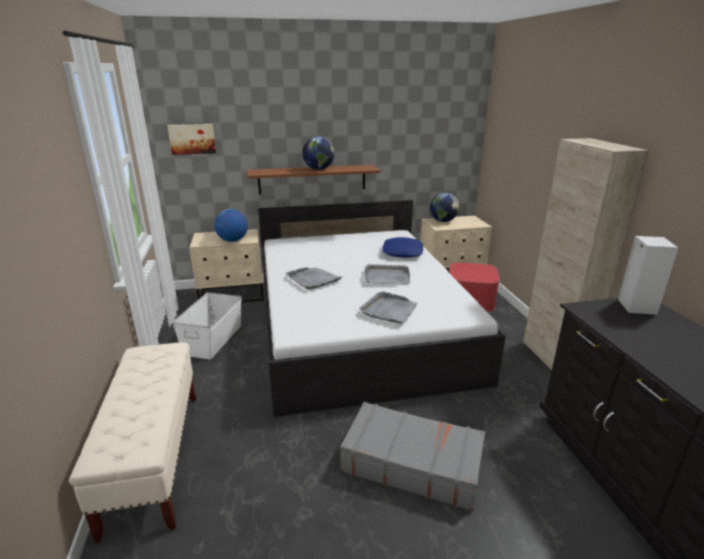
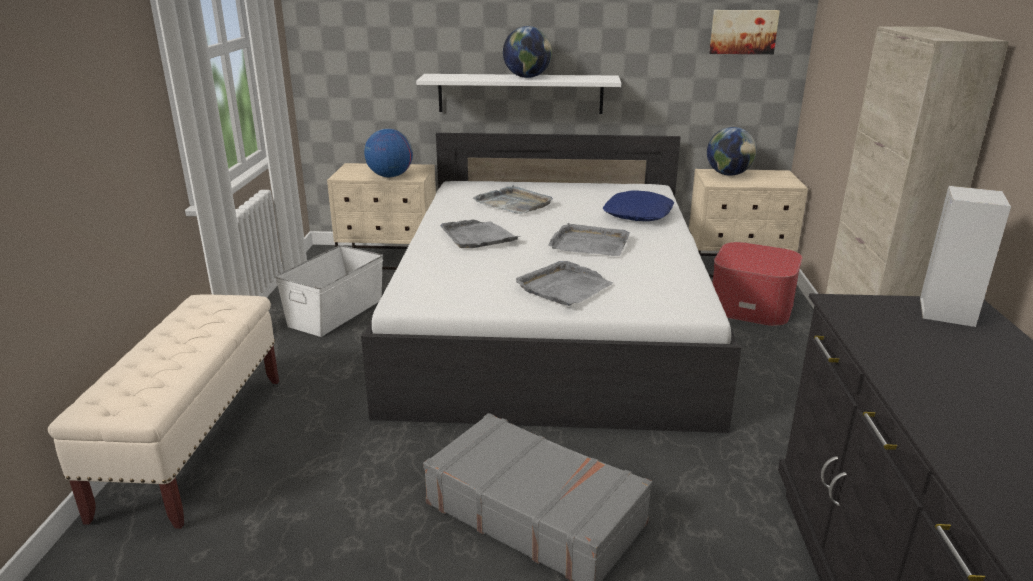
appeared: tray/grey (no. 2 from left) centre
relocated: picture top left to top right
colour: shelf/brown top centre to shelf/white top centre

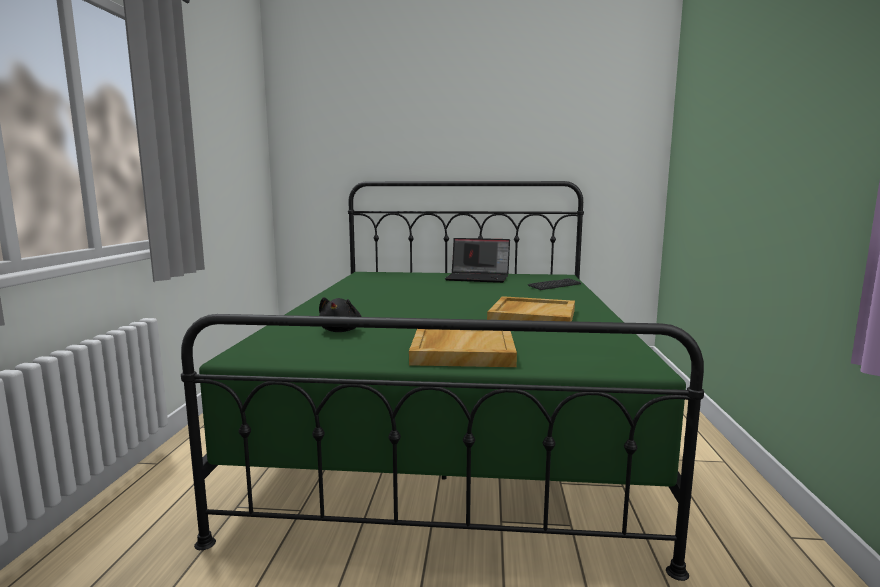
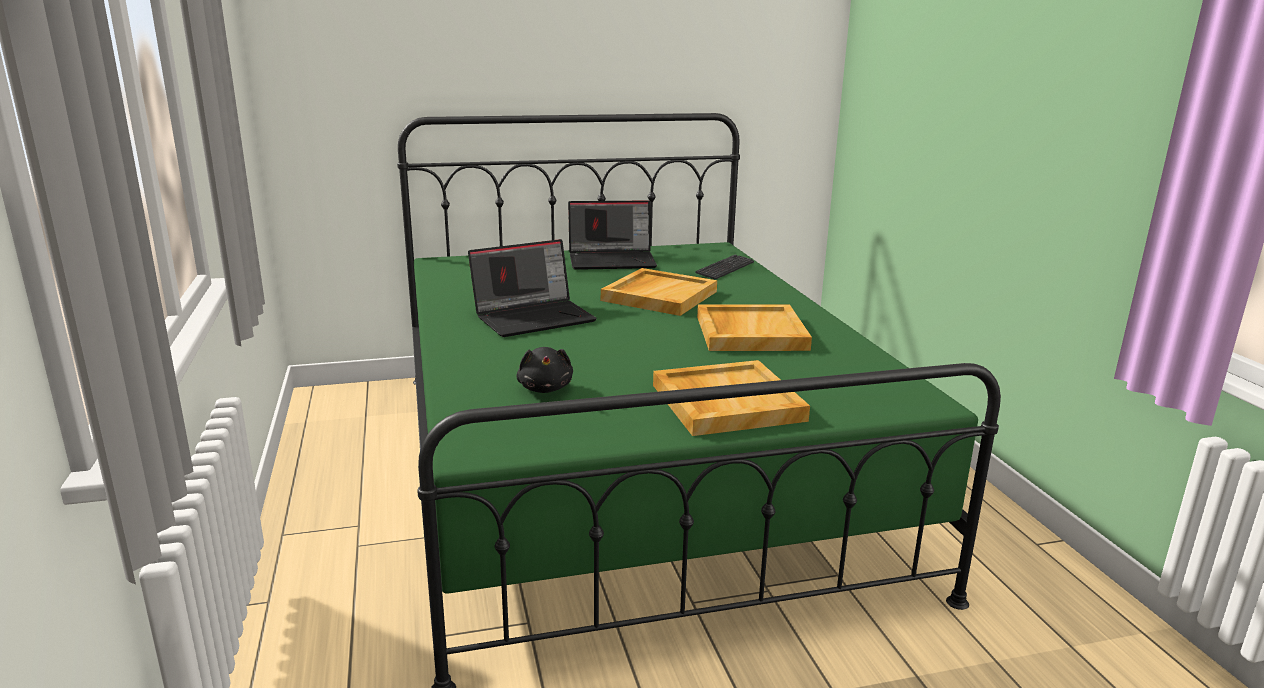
appeared: laptop (no. 1 from left) centre; tray/beige (no. 1 from left) centre

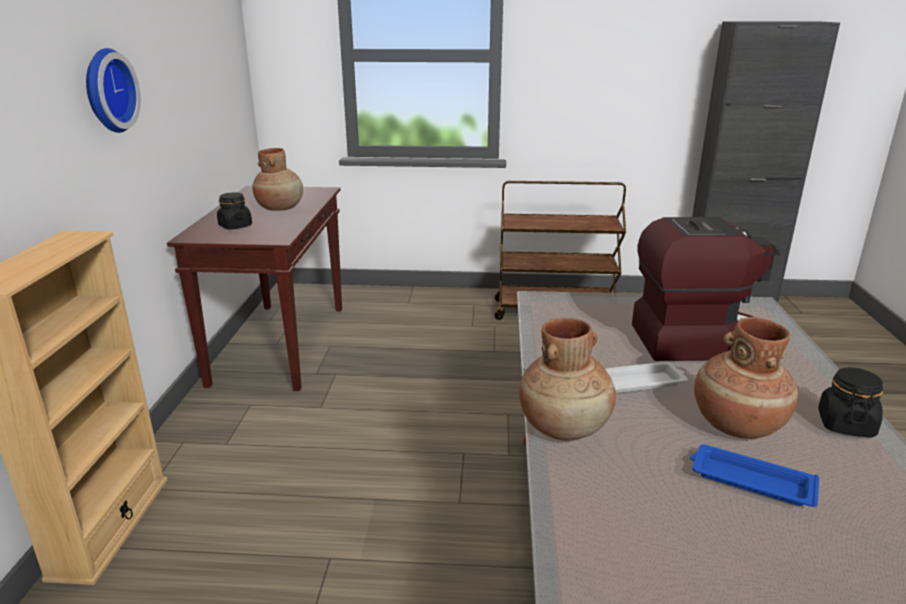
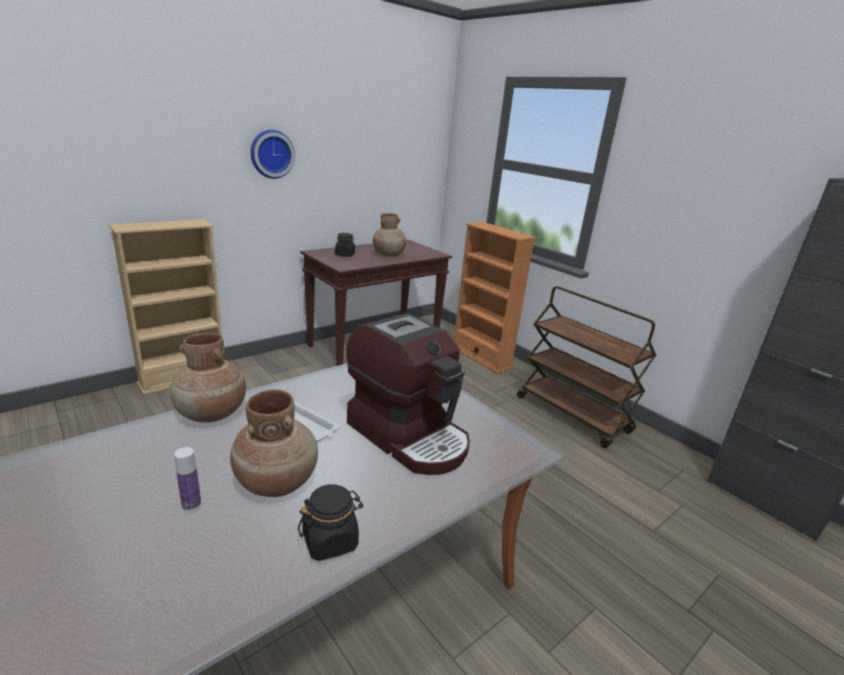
appeared: bookcase/orange centre
exchanged: tray/blue bottom right to bottle bottom left

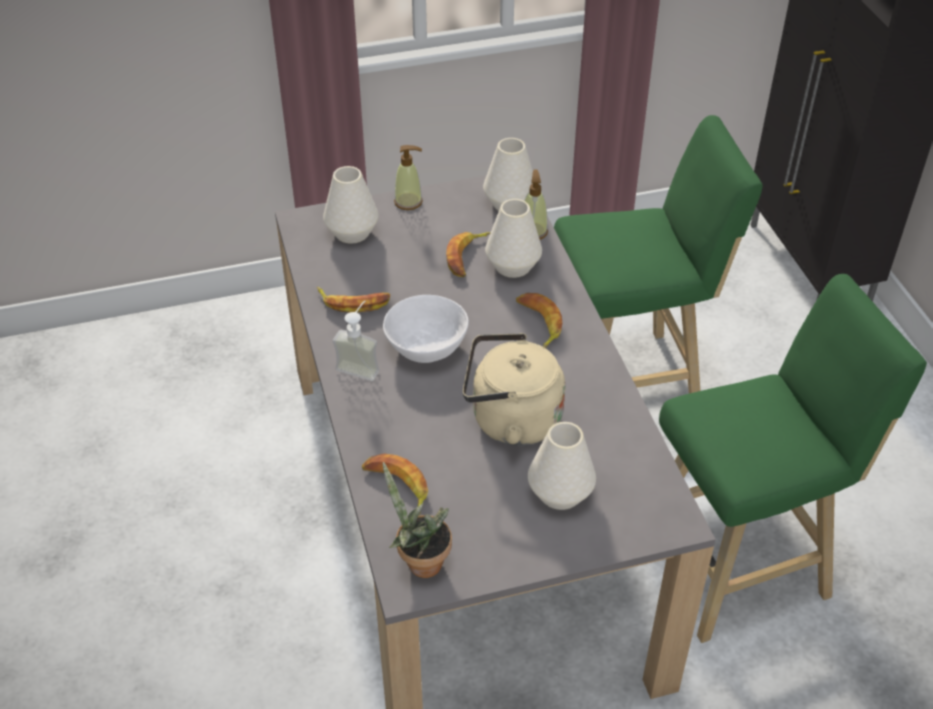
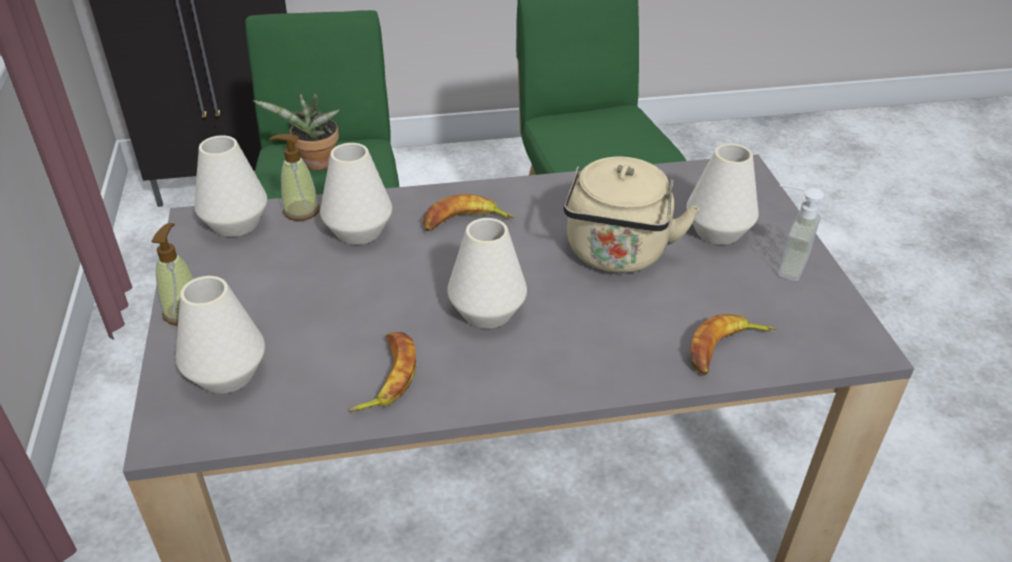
missing: banana (no. 3 from left) centre
relocated: soap dispenser (no. 1 from left in the first image) centre to soap dispenser (no. 3 from left) middle right; potted plant bottom centre to top left
exchanged: bowl/white centre to vase/white (no. 4 from left) centre

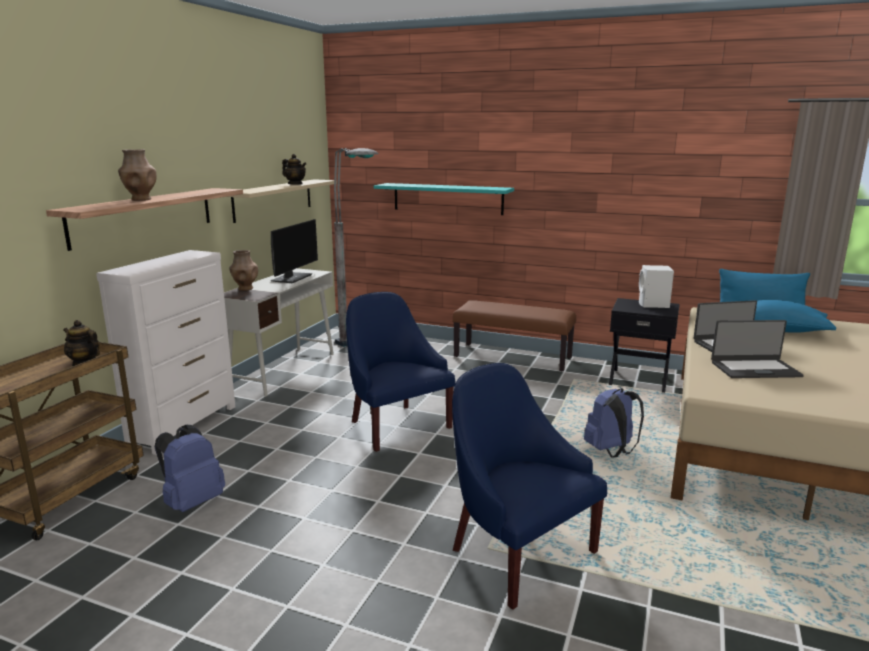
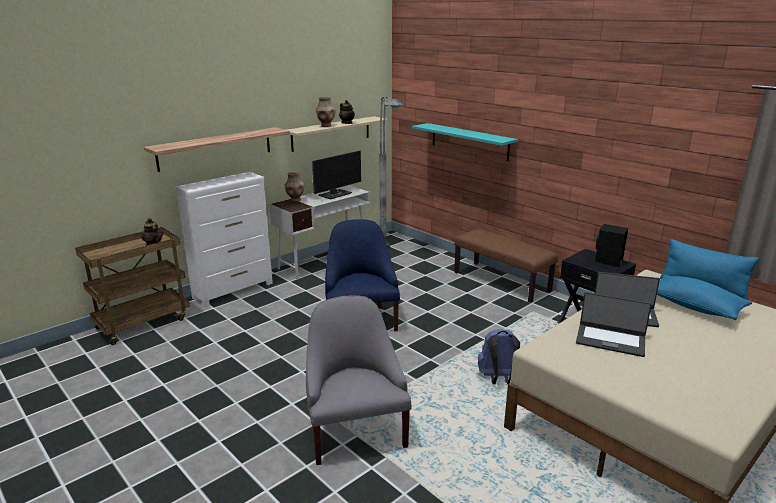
missing: backpack/blue (no. 1 from left) bottom left
relocated: vase/brown (no. 1 from left in the first image) top left to vase/brown (no. 2 from left) top centre
colour: speaker/white middle right to speaker/black middle right; armchair/blue (no. 2 from left) bottom centre to armchair/grey bottom centre

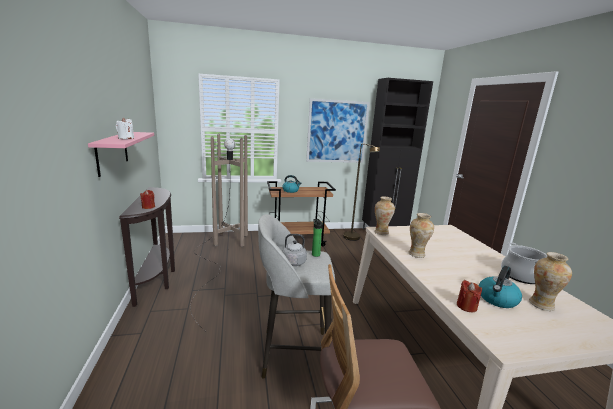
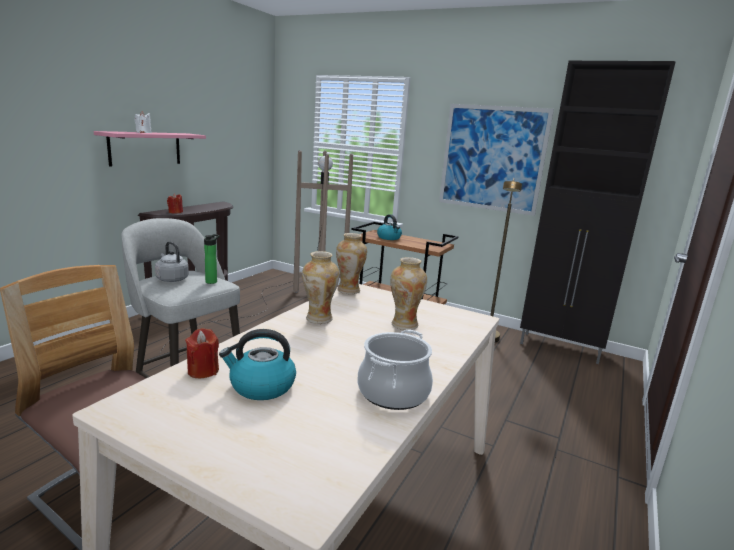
relocated: vase (no. 3 from left) bottom right to centre

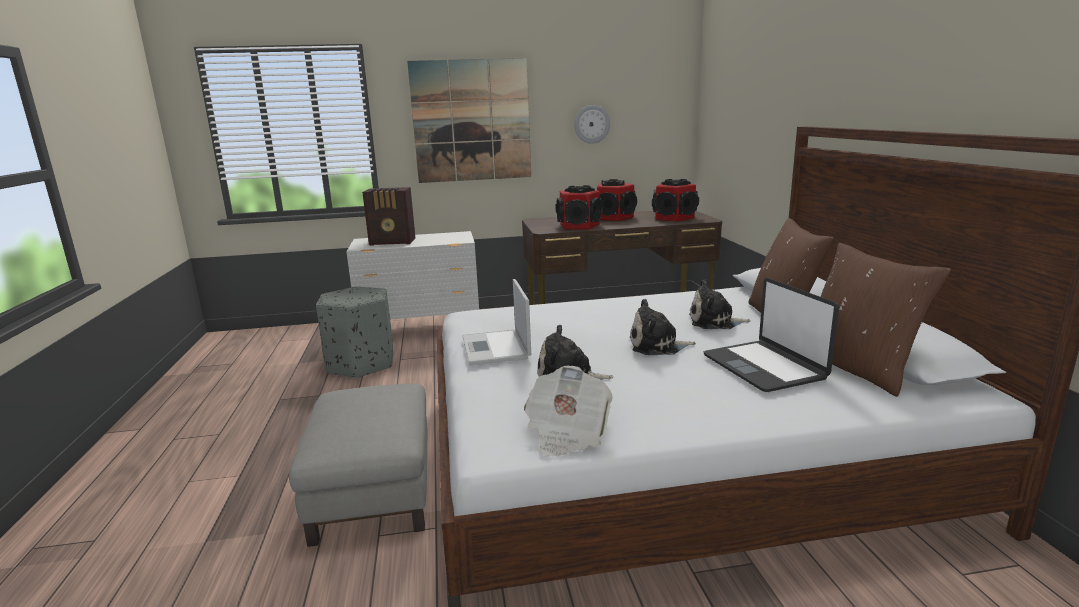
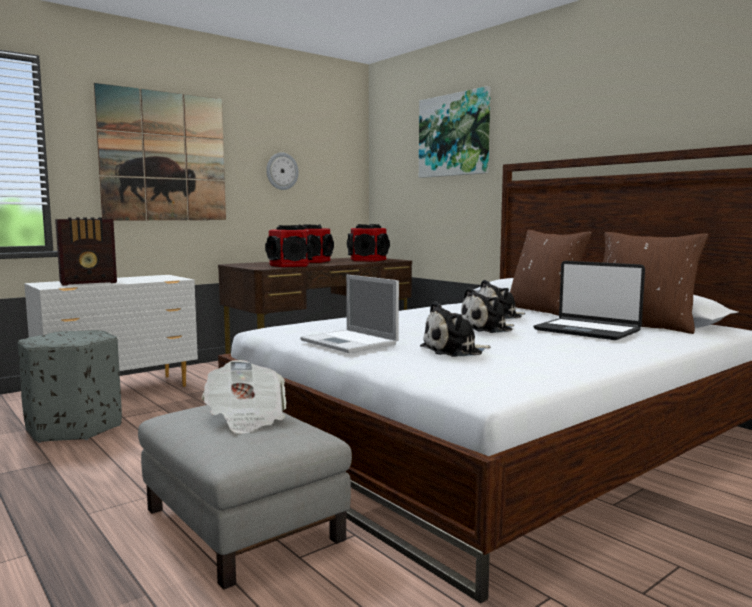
appeared: picture (no. 2 from left) top centre
relocated: newspaper bottom centre to middle left

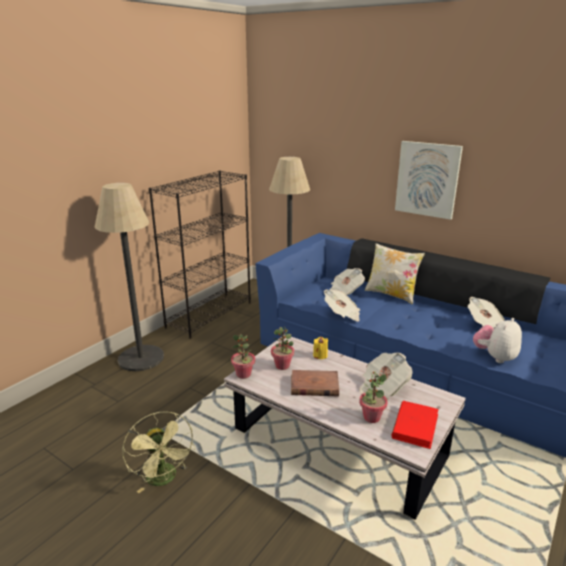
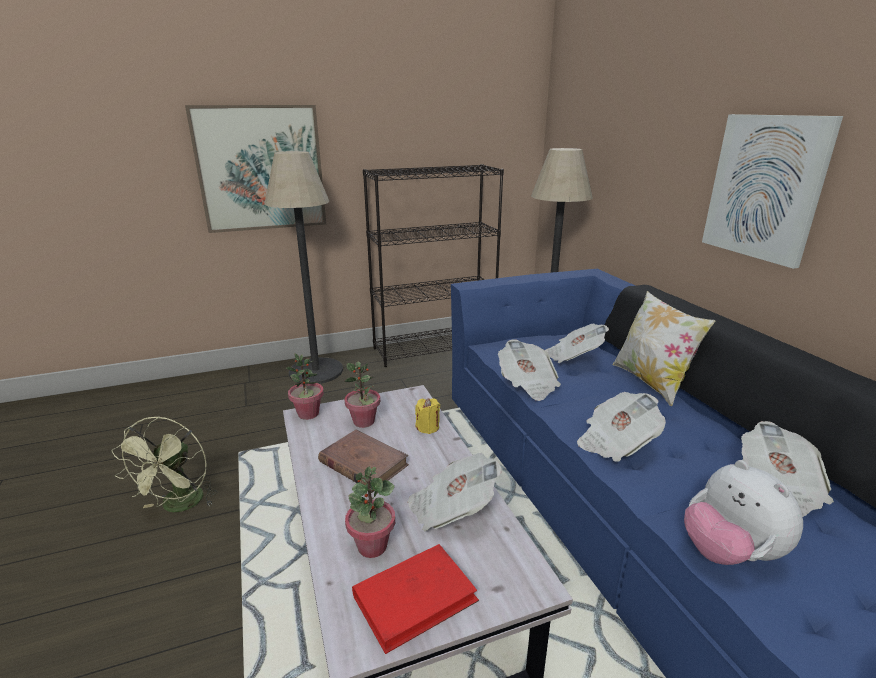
appeared: picture (no. 1 from left) top left; newspaper (no. 4 from left) middle right
spun: plush toy middle right = bottom right 105 degrees counterclockwise

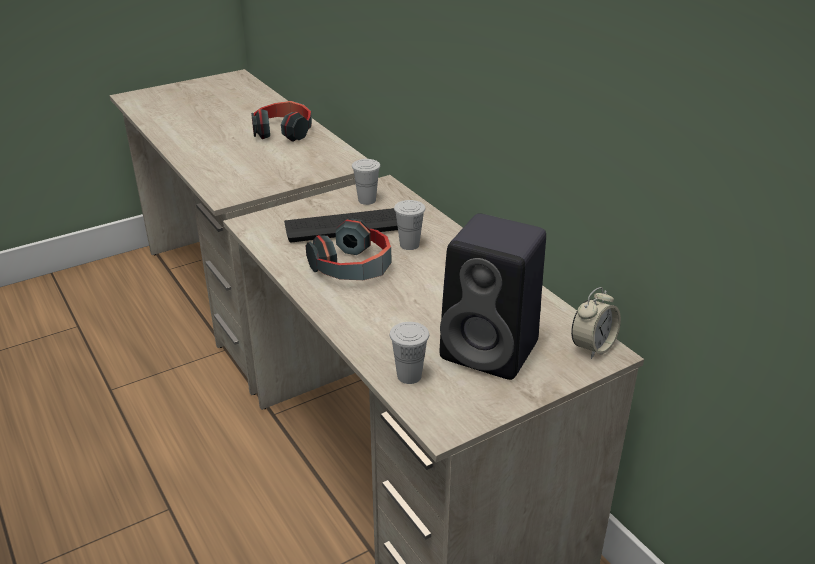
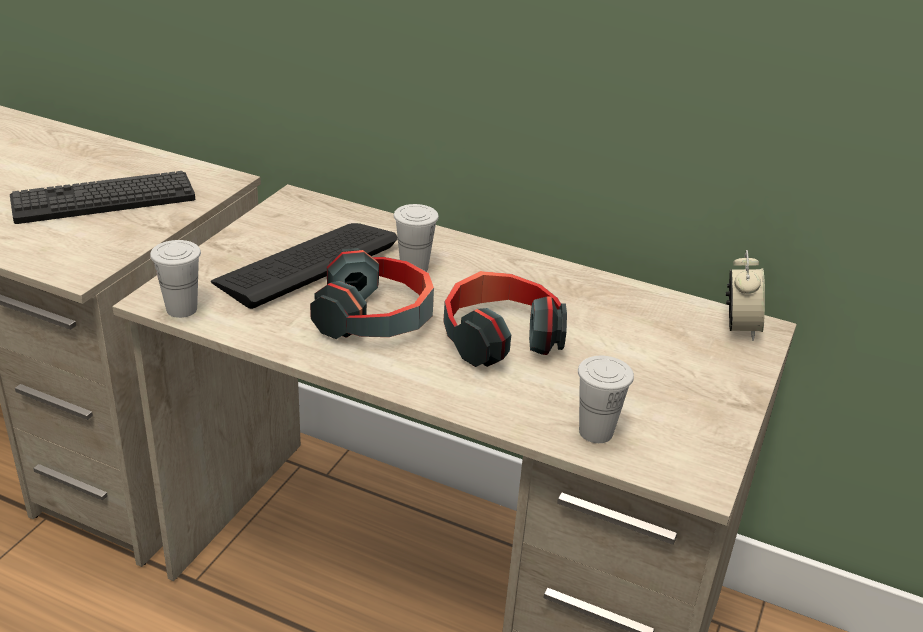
missing: speaker/black centre
appeared: keyboard (no. 1 from left) top left
relocated: headphones (no. 1 from left in the first image) top centre to headphones (no. 2 from left) centre; cup/white (no. 1 from left) top centre to middle left

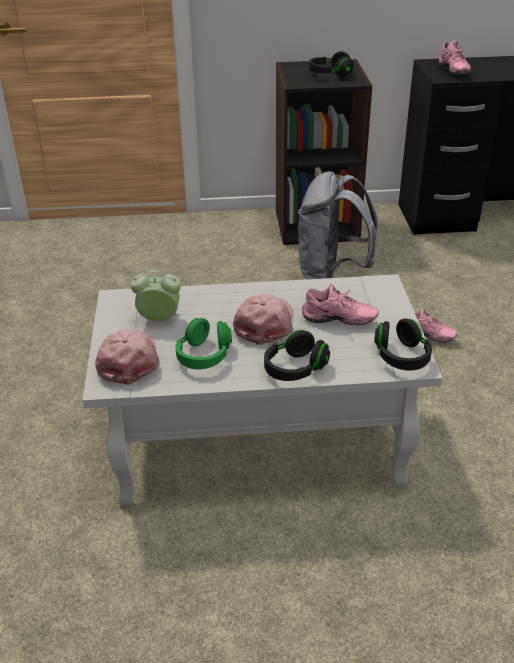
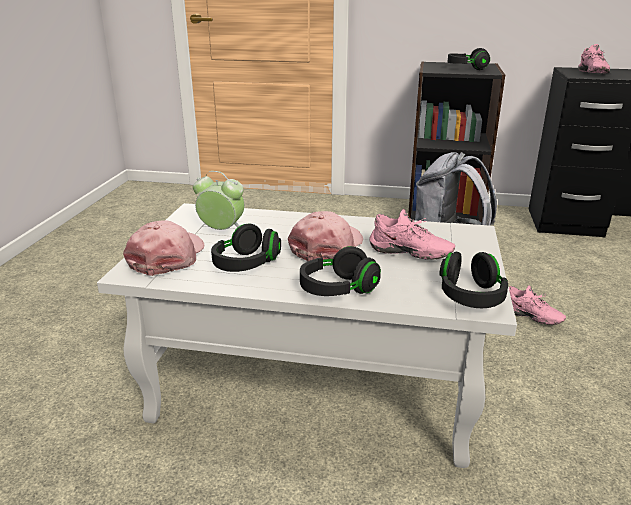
colour: headphones/green centre to headphones/black (no. 1 from left) centre

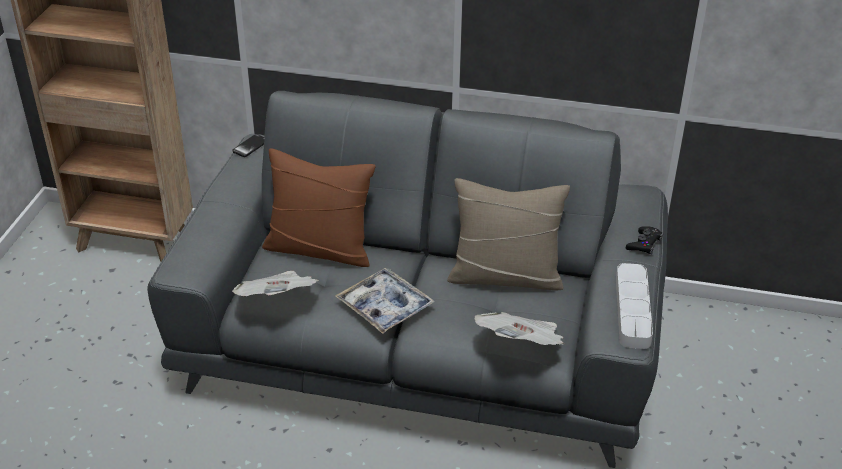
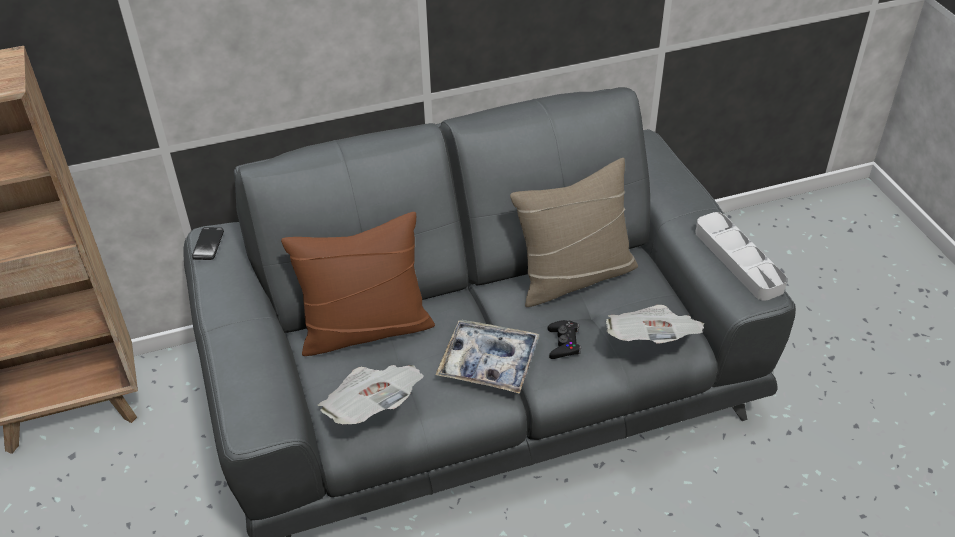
relocated: game controller/black middle right to centre

